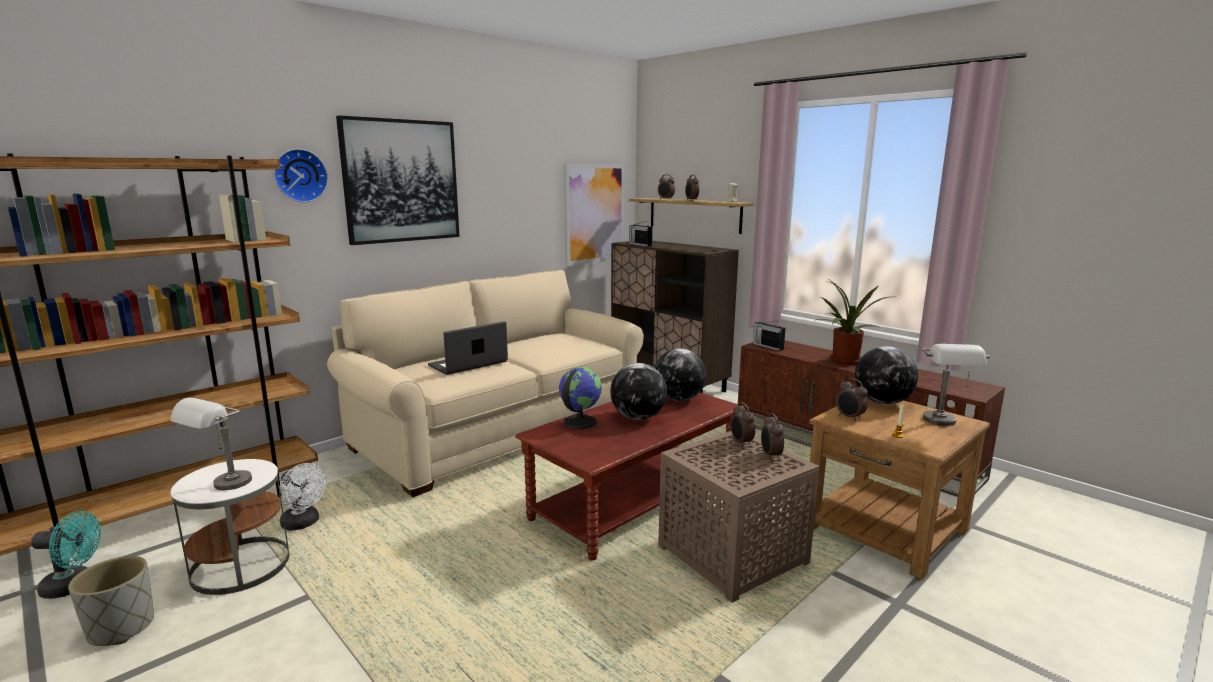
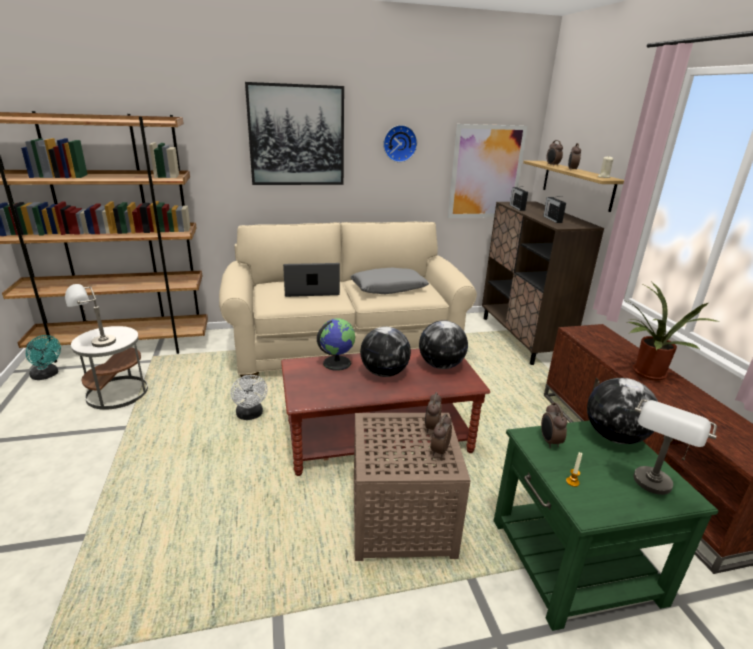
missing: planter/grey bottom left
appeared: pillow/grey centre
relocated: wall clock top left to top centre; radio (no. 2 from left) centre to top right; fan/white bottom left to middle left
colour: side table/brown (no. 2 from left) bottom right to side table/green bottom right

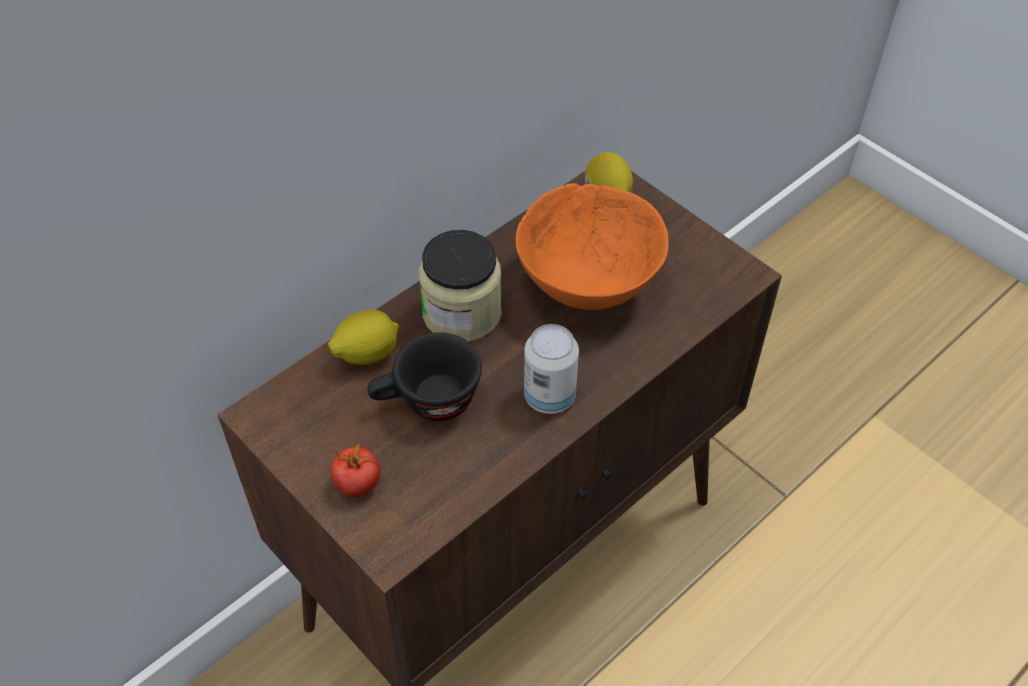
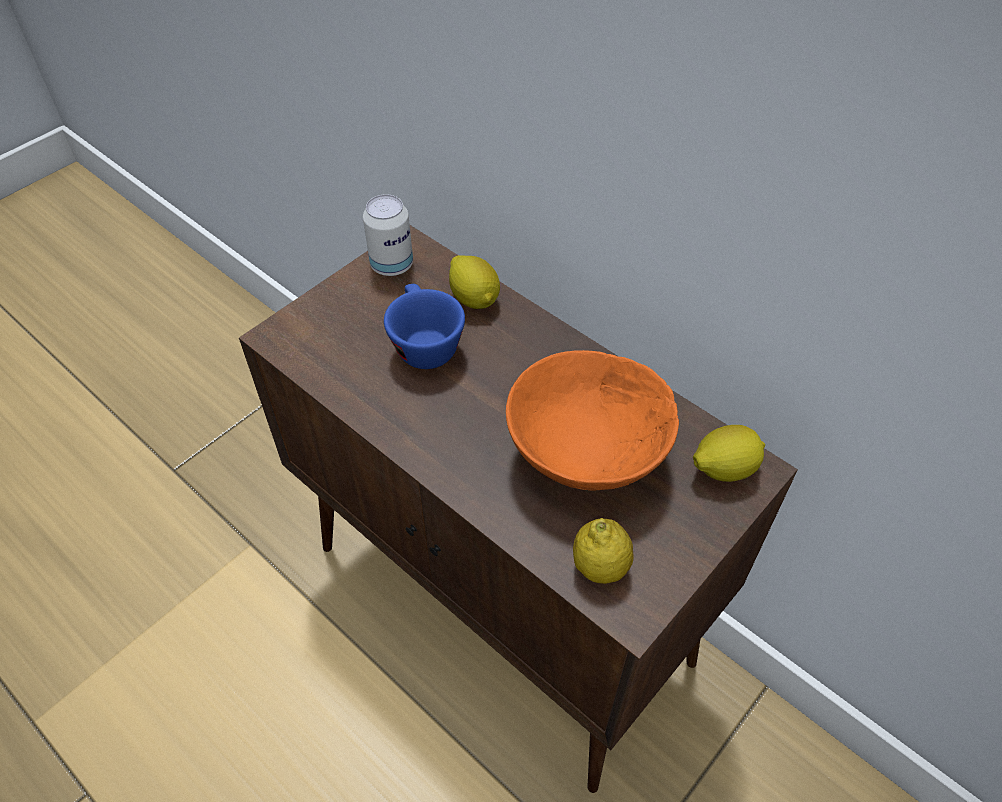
missing: jar centre; tomato bottom centre
appeared: lemon (no. 2 from left) bottom centre
relocated: can centre to top centre
colour: cup/black centre to cup/blue centre

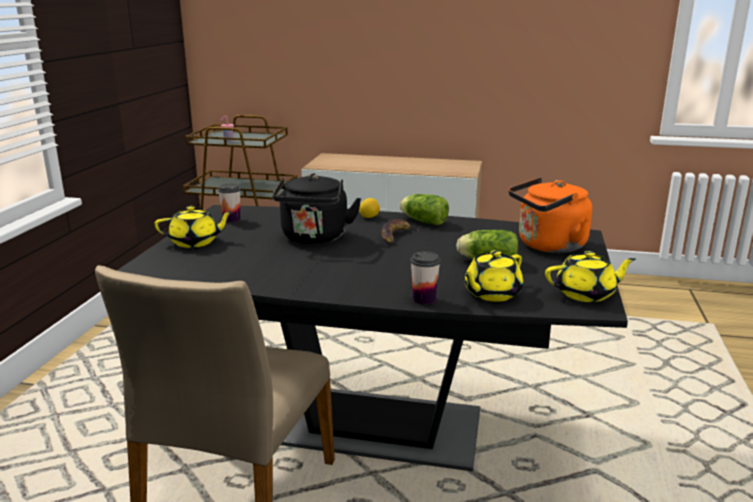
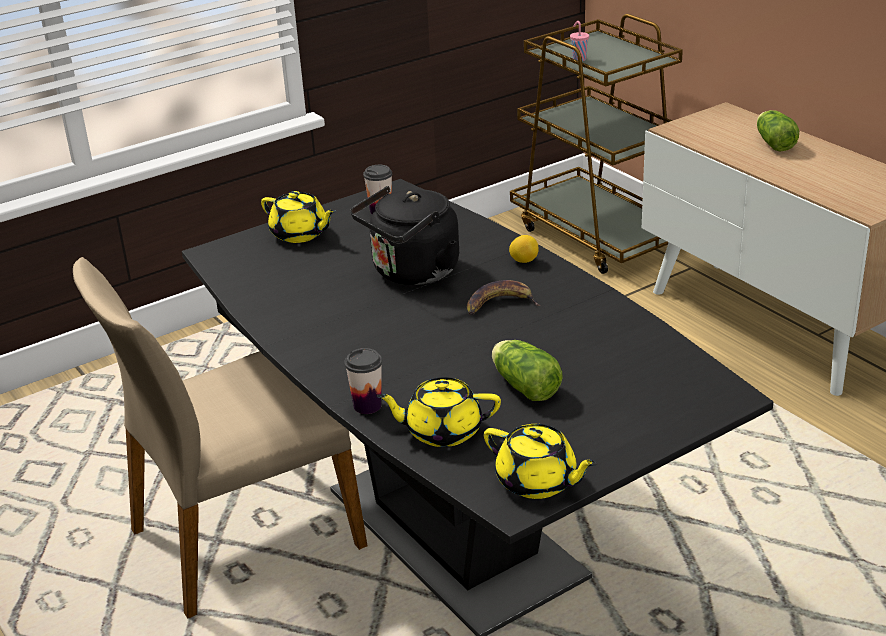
missing: kettle/orange middle right
relocated: lettuce (no. 1 from left in the first image) centre to lettuce (no. 2 from left) top right

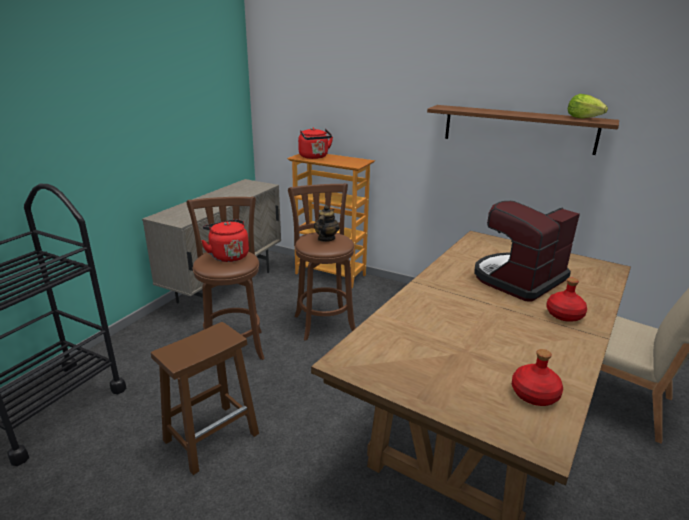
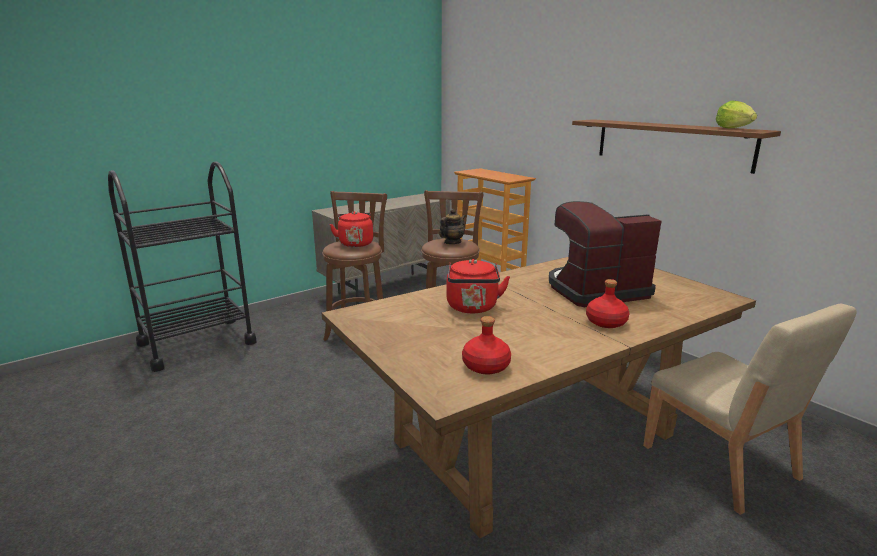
missing: stool/brown (no. 1 from left) bottom left
relocated: kettle/red (no. 2 from left) top centre to centre

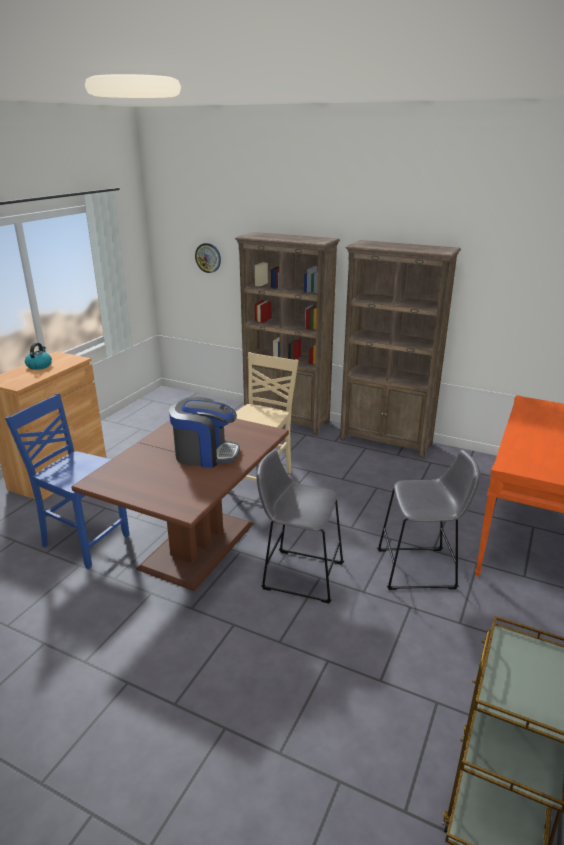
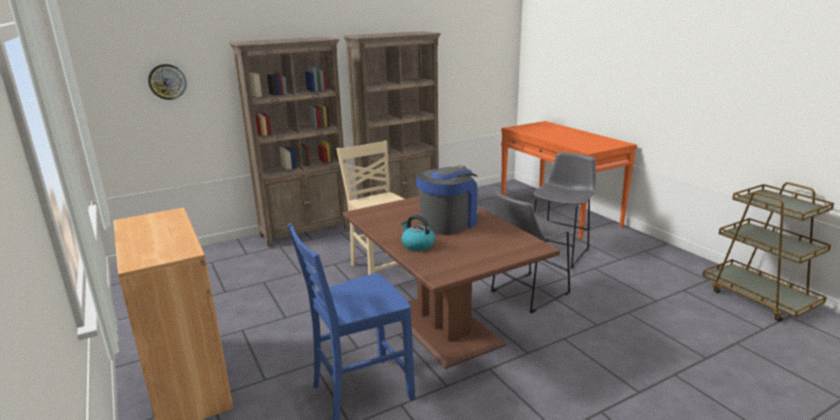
relocated: kettle middle left to centre

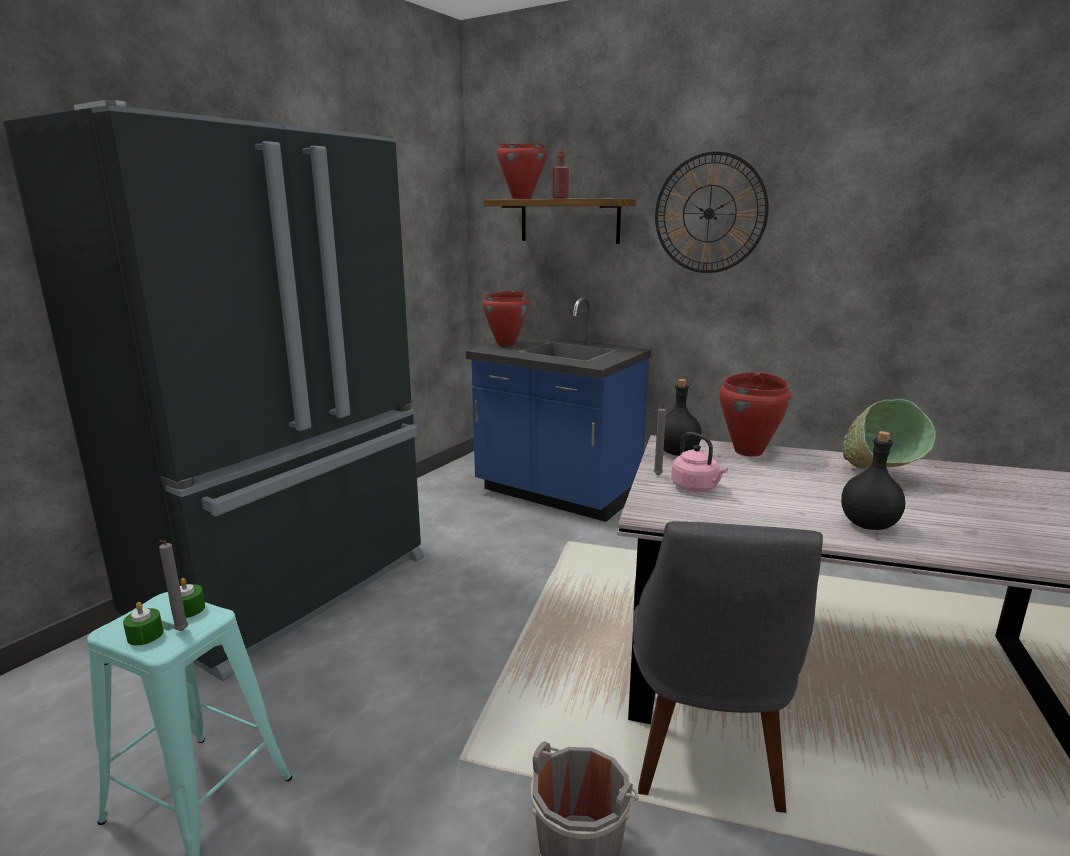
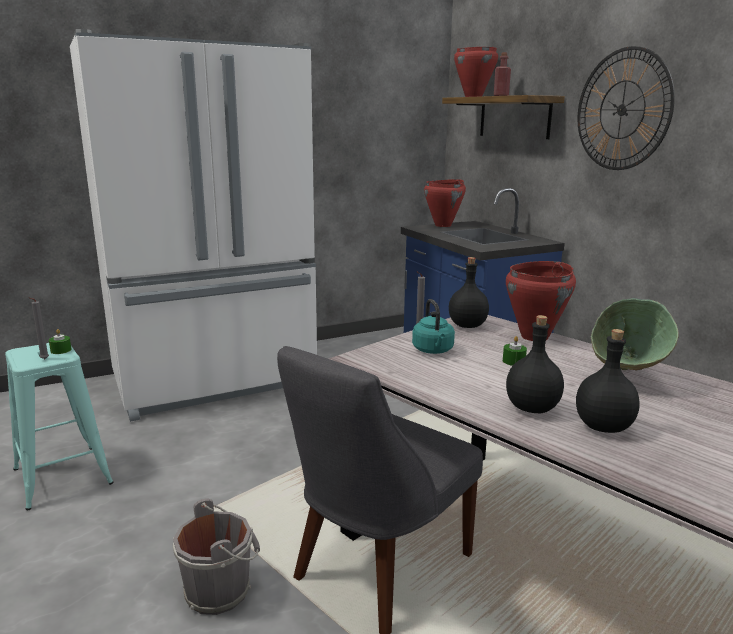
appeared: bottle/black (no. 3 from left) middle right
relocated: candle/green (no. 1 from left in the first image) bottom left to candle/green (no. 2 from left) middle right
colour: fridge/black middle left to fridge/white middle left; kettle/pink centre to kettle/turquoise centre

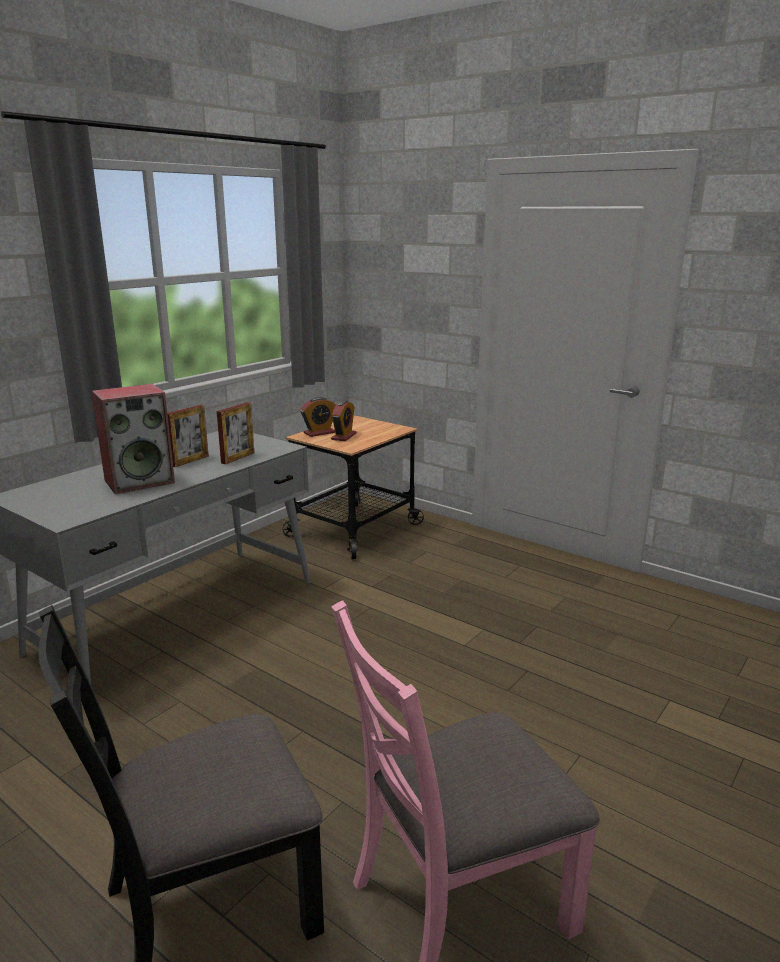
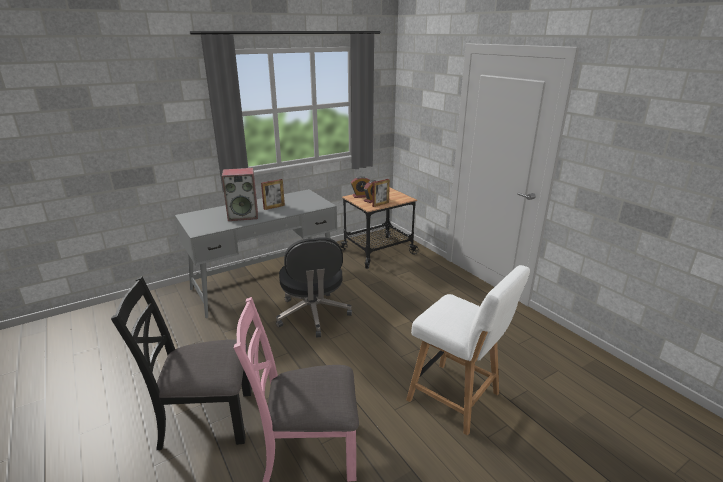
appeared: office chair/black centre; chair/white bottom centre
relocated: picture frame (no. 2 from left) middle left to centre

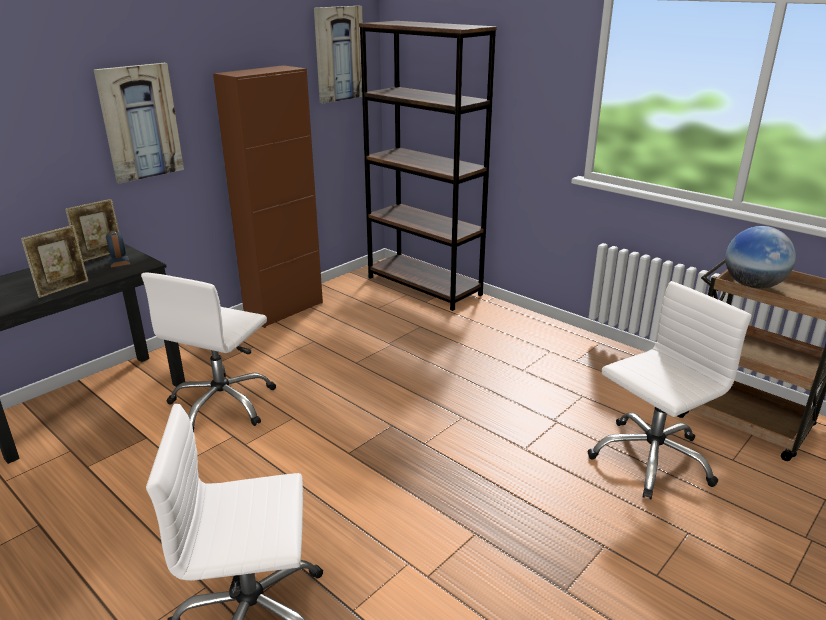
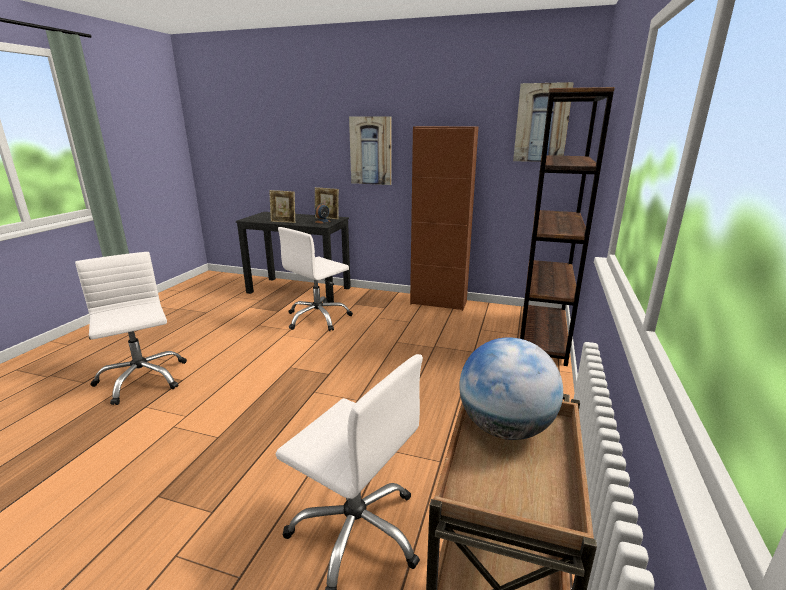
spun: office chair/white (no. 1 from left in the first image) middle left = centre 45 degrees counterclockwise

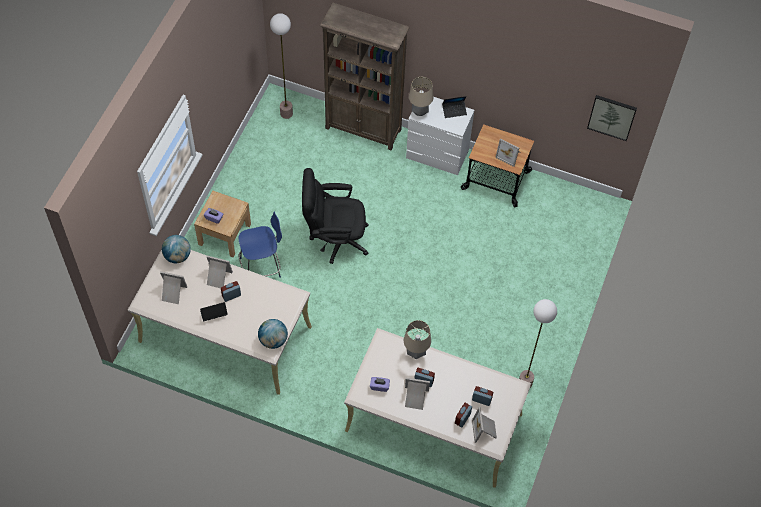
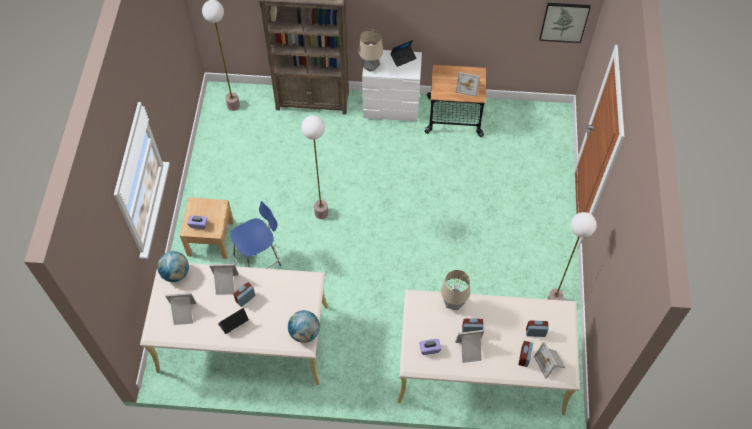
exchanged: office chair/black centre to floor lamp (no. 2 from left) centre

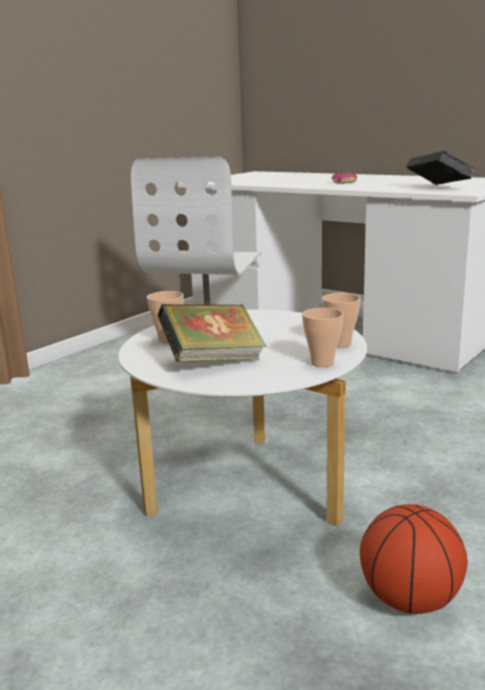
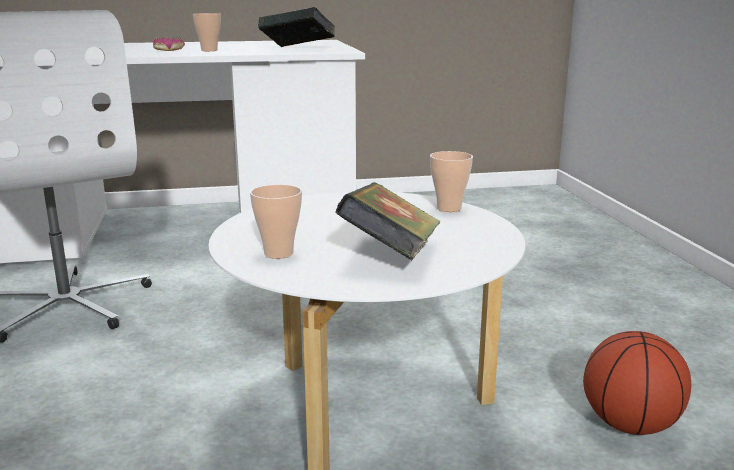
relocated: cup (no. 2 from left in the first image) centre to cup (no. 1 from left) top left

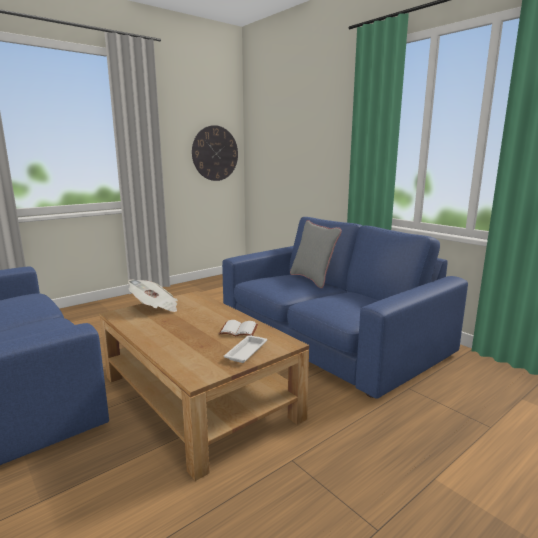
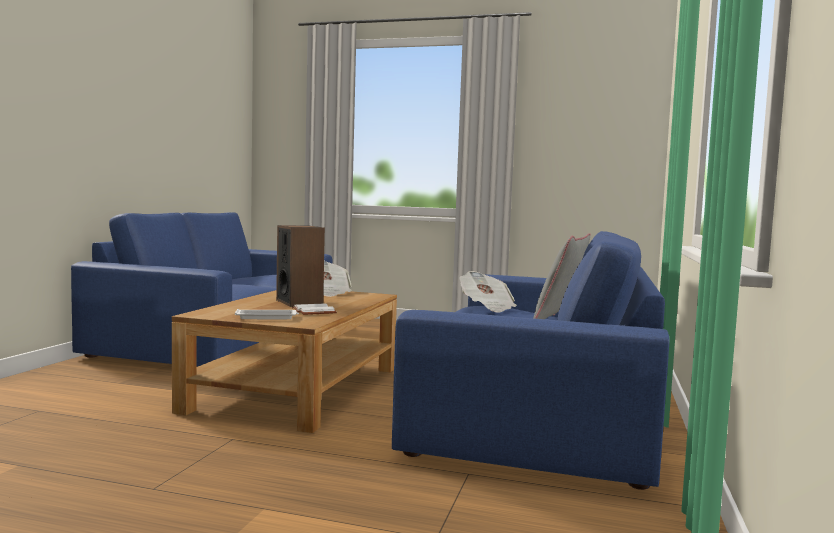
missing: wall clock top centre
appeared: speaker centre; newspaper (no. 2 from left) centre

